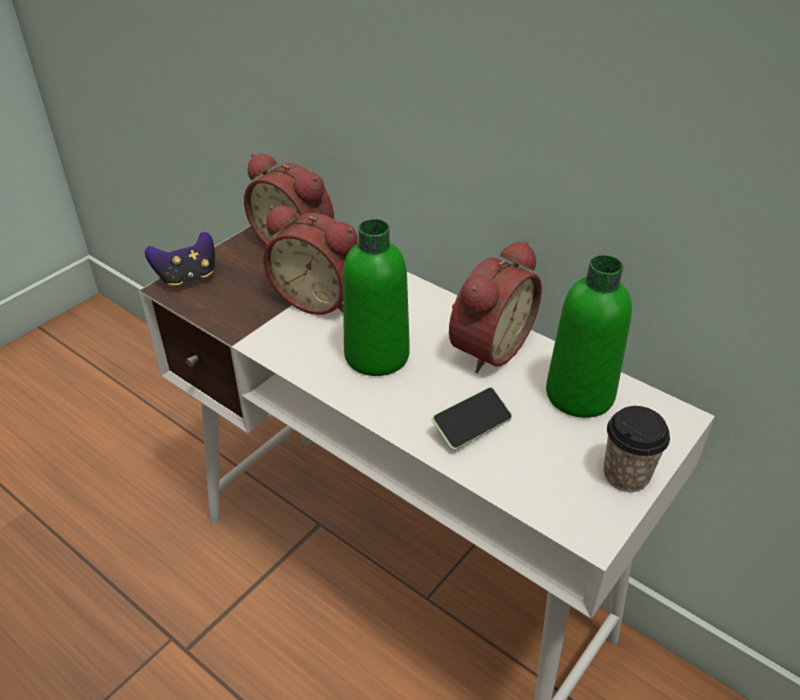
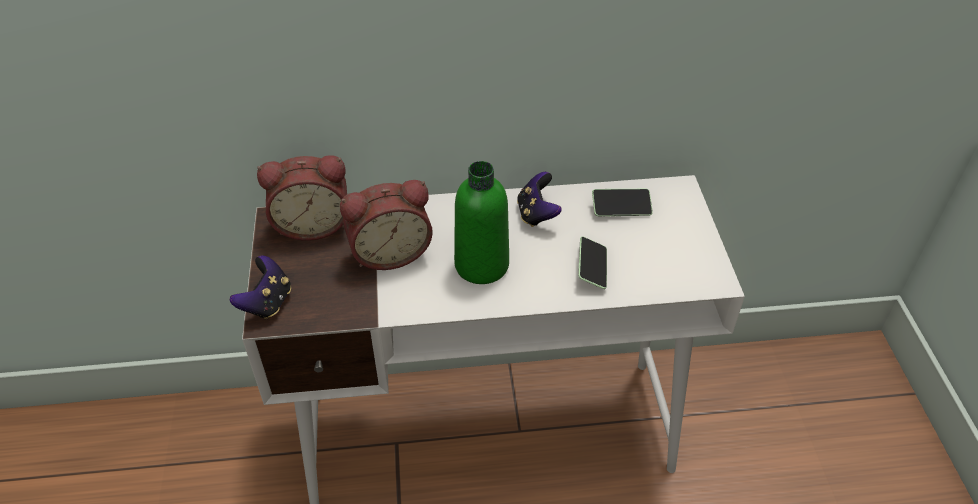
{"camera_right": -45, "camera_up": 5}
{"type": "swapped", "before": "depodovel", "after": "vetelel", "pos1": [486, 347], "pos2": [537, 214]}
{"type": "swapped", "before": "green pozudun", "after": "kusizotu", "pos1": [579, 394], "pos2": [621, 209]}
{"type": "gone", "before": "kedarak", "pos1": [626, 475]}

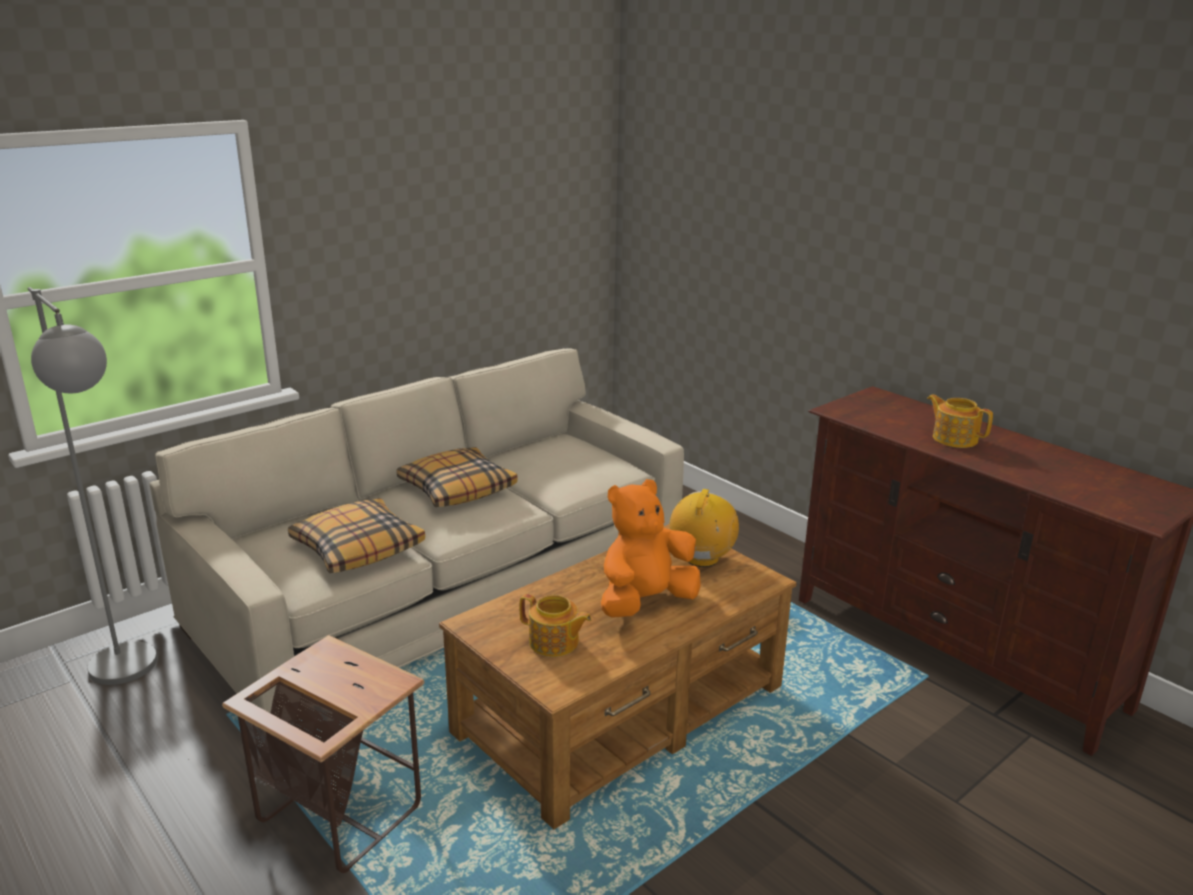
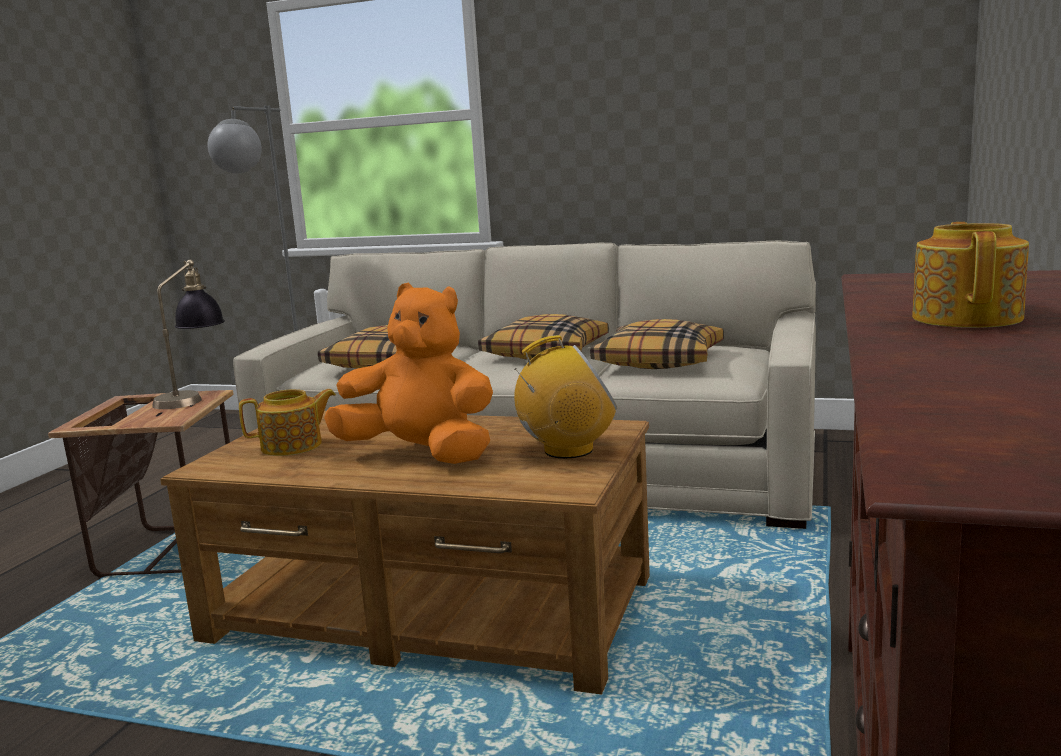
{"camera_right": 60, "camera_up": -10}
{"type": "rotated", "before": "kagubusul", "pos1": [554, 643], "pos2": [293, 446], "turn": -105}
{"type": "new", "after": "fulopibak", "pos2": [194, 397]}
{"type": "new", "after": "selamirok", "pos2": [659, 361]}

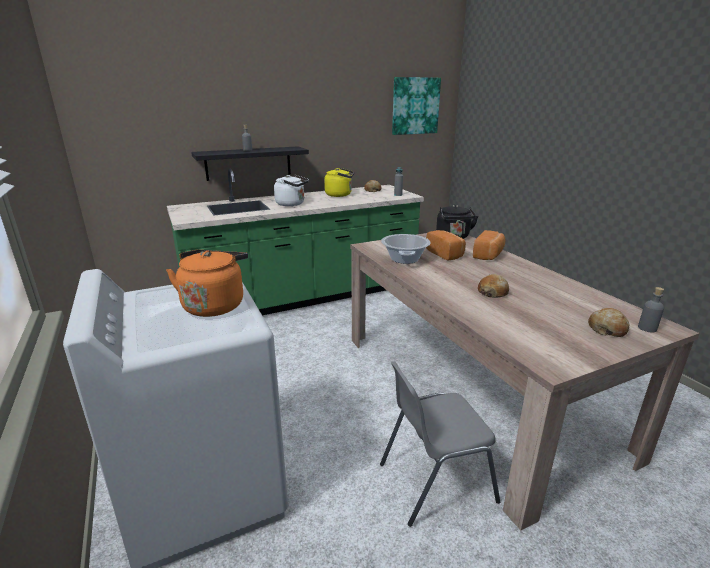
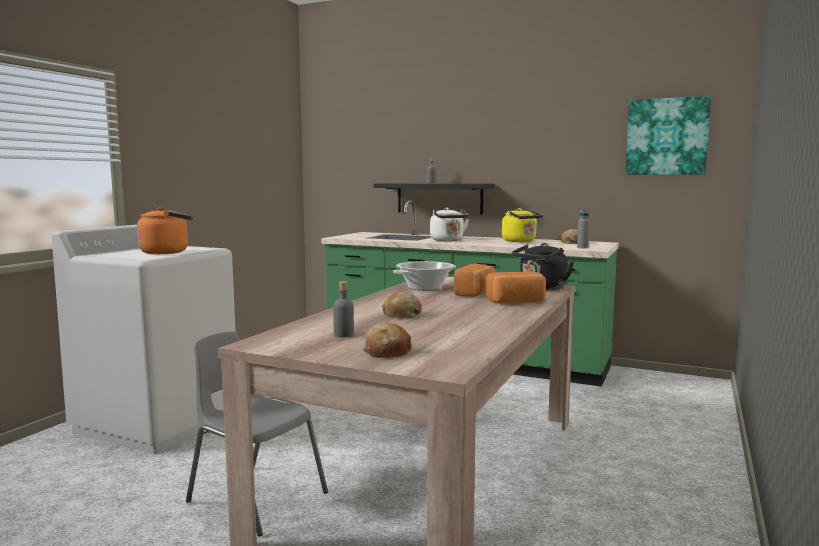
{"camera_right": 50, "camera_up": -15}
{"type": "shifted", "before": "grey pozudun", "pos1": [647, 328], "pos2": [343, 334]}

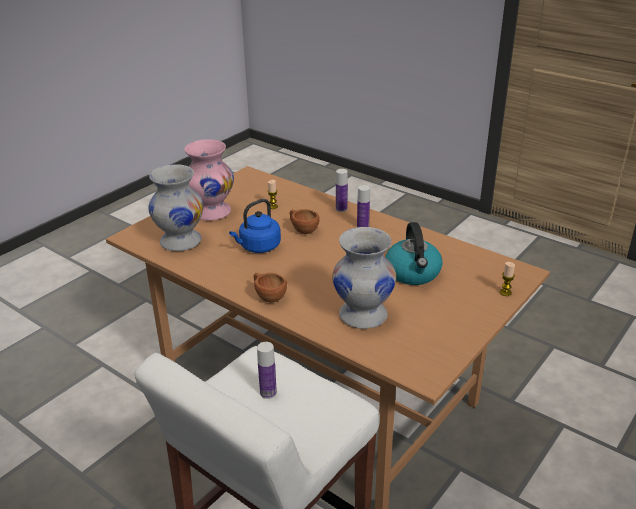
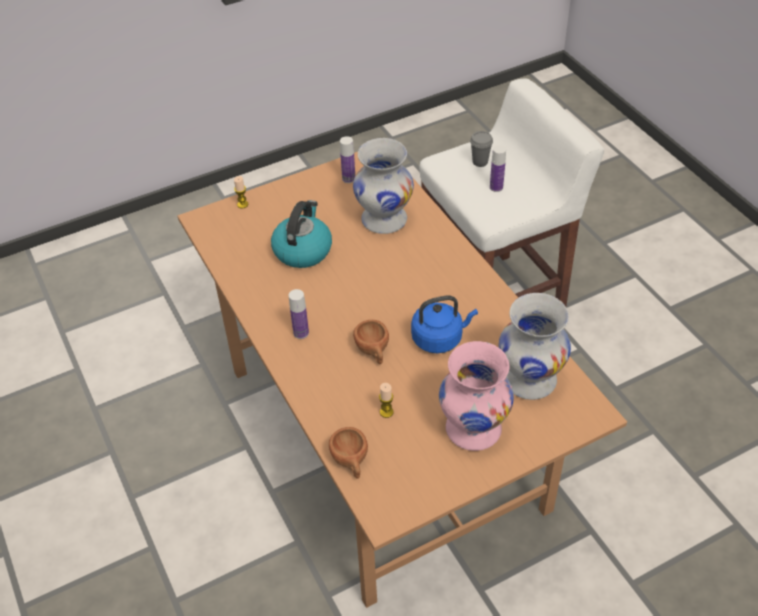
{"camera_right": -155, "camera_up": 15}
{"type": "shifted", "before": "pozudun", "pos1": [341, 209], "pos2": [348, 179]}
{"type": "shifted", "before": "brown kedarak", "pos1": [268, 296], "pos2": [351, 462]}
{"type": "new", "after": "grey kedarak", "pos2": [480, 162]}

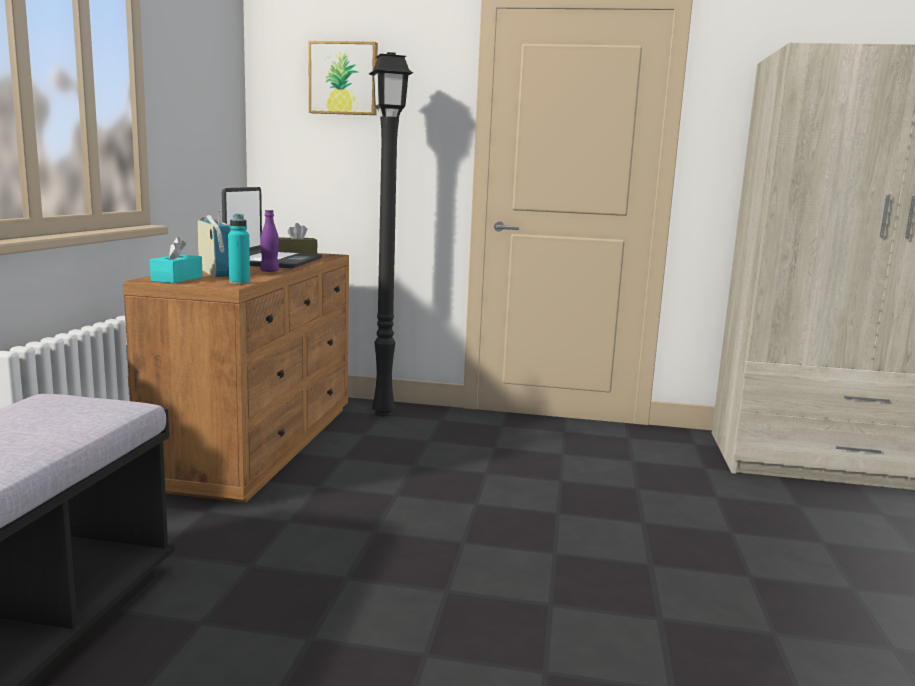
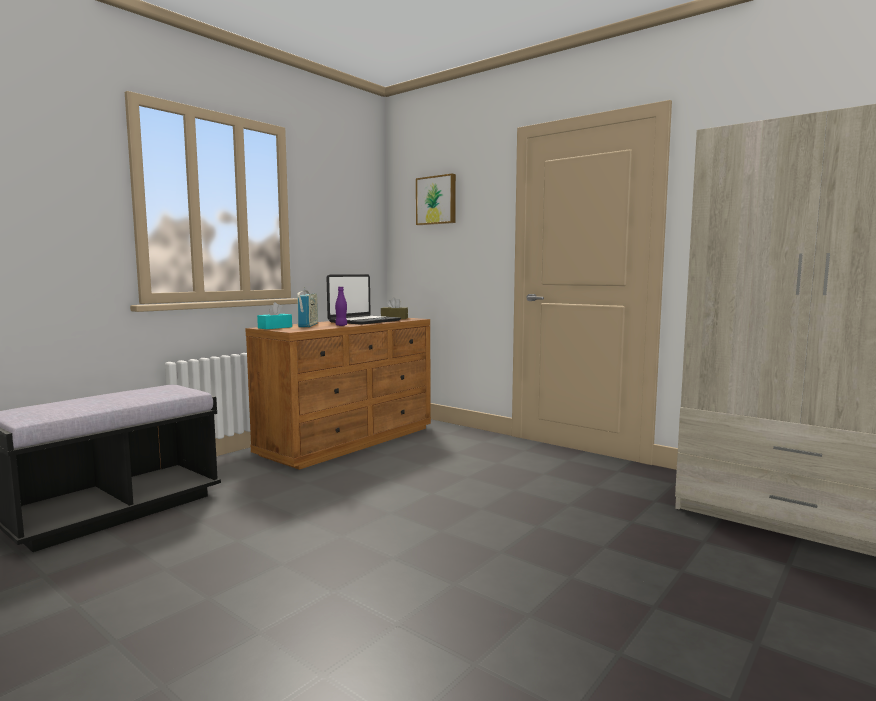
{"camera_right": 30, "camera_up": -5}
{"type": "gone", "before": "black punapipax", "pos1": [384, 413]}
{"type": "gone", "before": "turquoise pozudun", "pos1": [239, 283]}

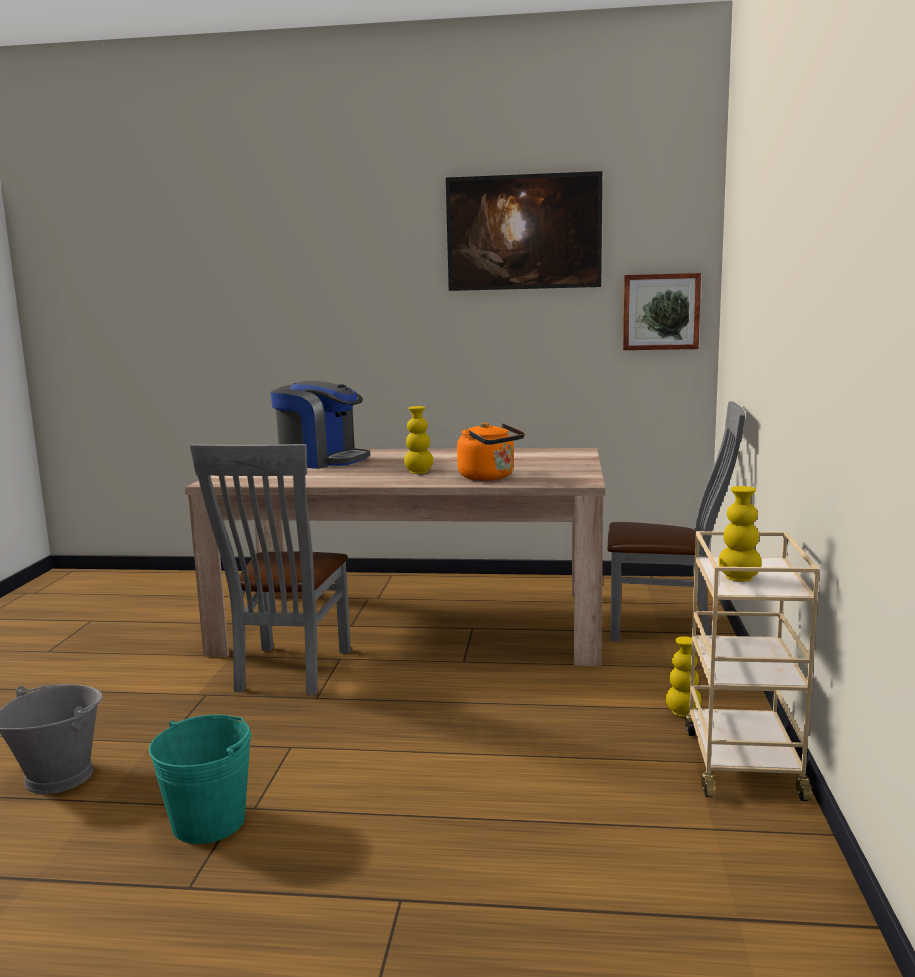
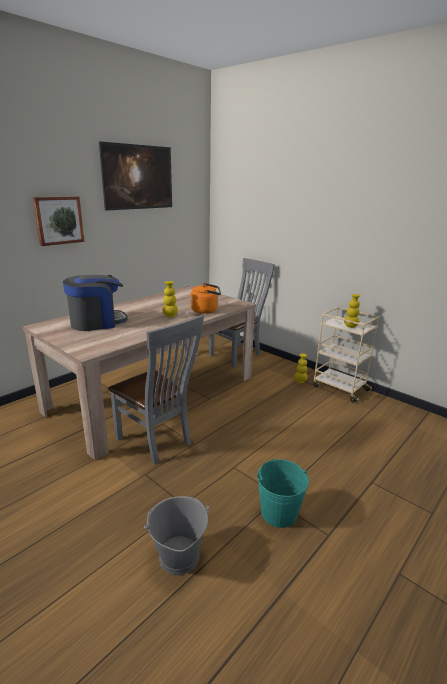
{"camera_right": -55, "camera_up": 10}
{"type": "shifted", "before": "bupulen", "pos1": [660, 311], "pos2": [58, 220]}

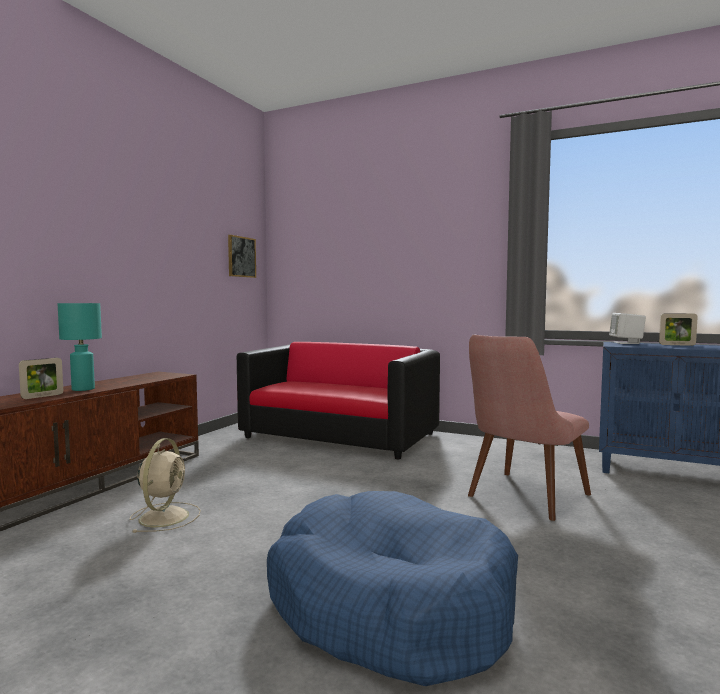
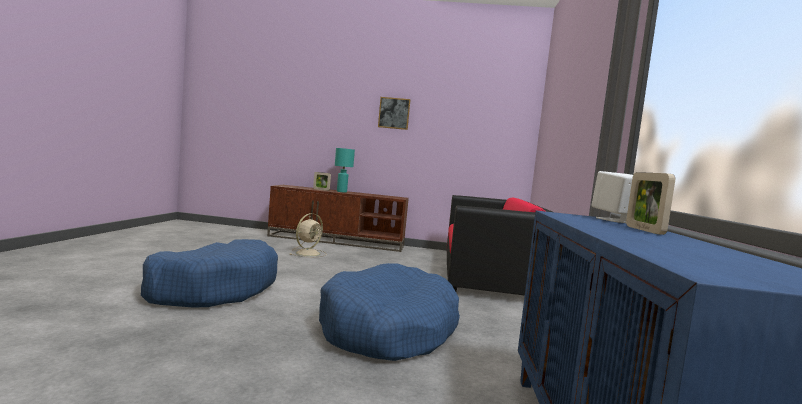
{"camera_right": 70, "camera_up": 0}
{"type": "shifted", "before": "bupulen", "pos1": [241, 257], "pos2": [394, 113]}
{"type": "swapped", "before": "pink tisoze", "after": "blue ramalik", "pos1": [521, 499], "pos2": [388, 329]}
{"type": "rotated", "before": "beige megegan", "pos1": [165, 516], "pos2": [308, 253], "turn": -45}

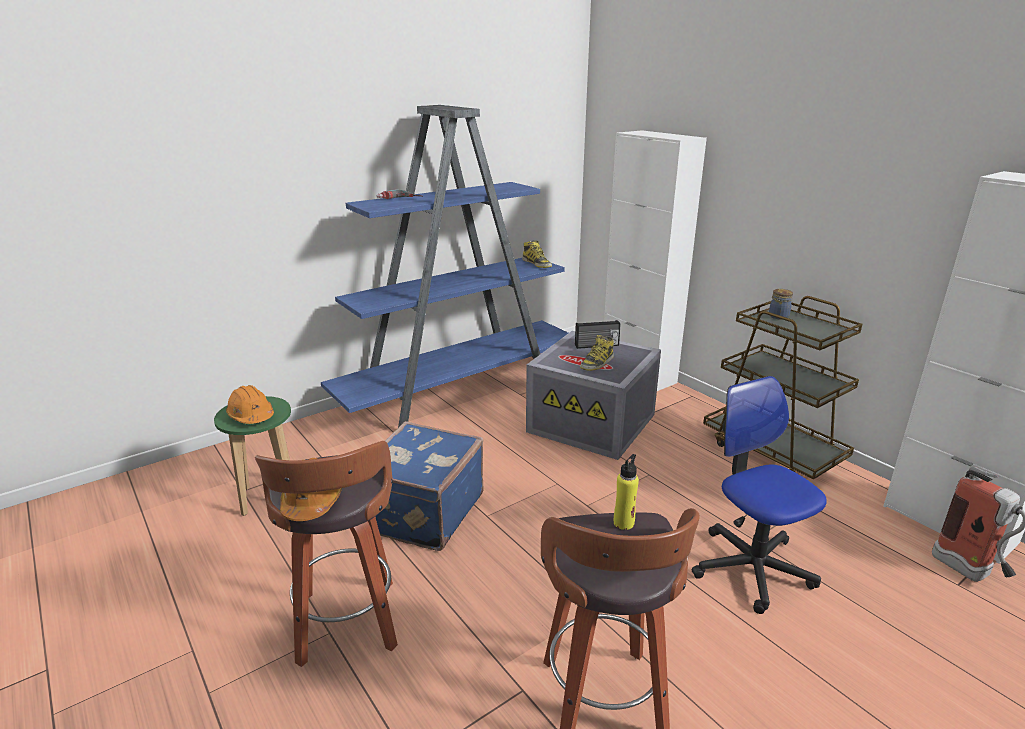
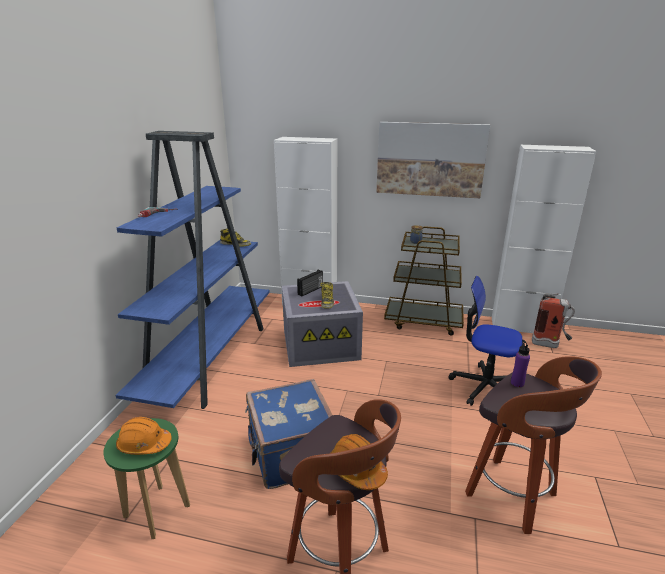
{"camera_right": -40, "camera_up": 0}
{"type": "repainted", "before": "yellow pozudun", "after": "purple pozudun", "pos1": [624, 523], "pos2": [517, 383]}
{"type": "new", "after": "bupulen", "pos2": [430, 159]}

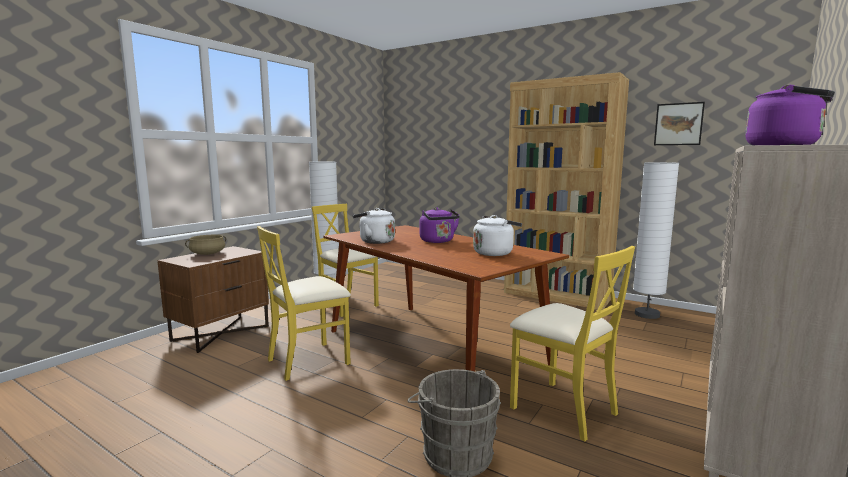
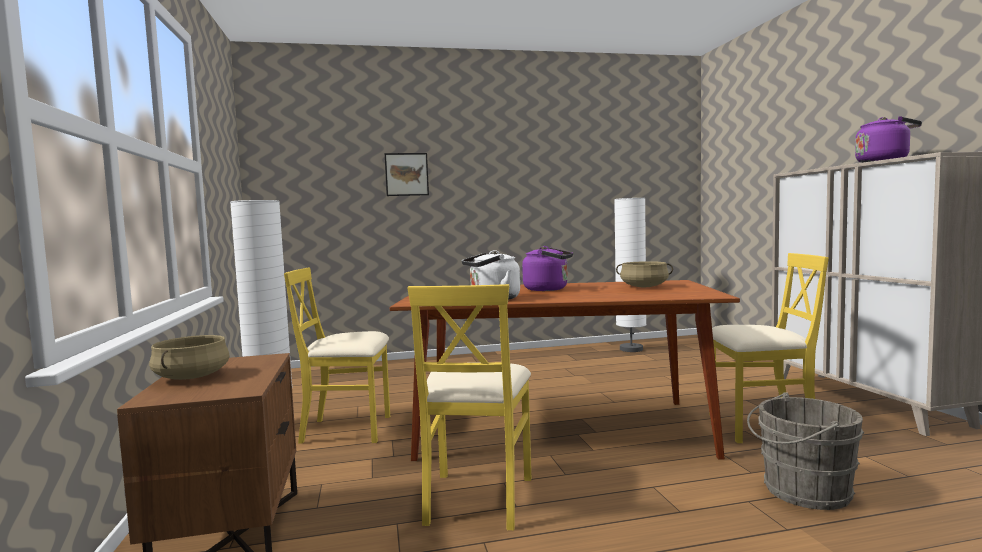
{"camera_right": -45, "camera_up": -5}
{"type": "gone", "before": "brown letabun", "pos1": [557, 295]}
{"type": "shifted", "before": "bupulen", "pos1": [678, 124], "pos2": [406, 174]}
{"type": "swapped", "before": "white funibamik", "after": "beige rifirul", "pos1": [494, 253], "pos2": [644, 287]}

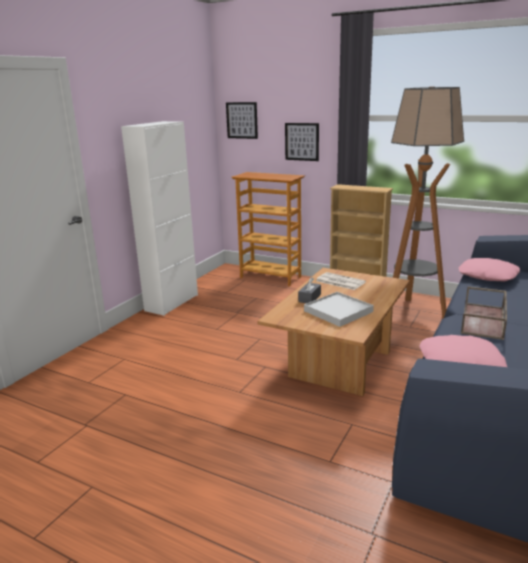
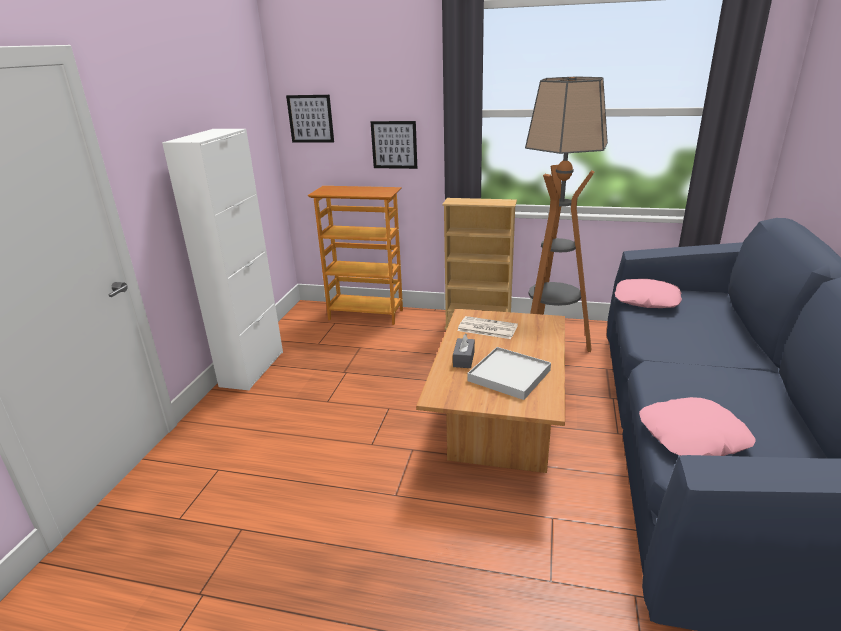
{"camera_right": -15, "camera_up": 5}
{"type": "gone", "before": "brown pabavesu", "pos1": [484, 321]}

